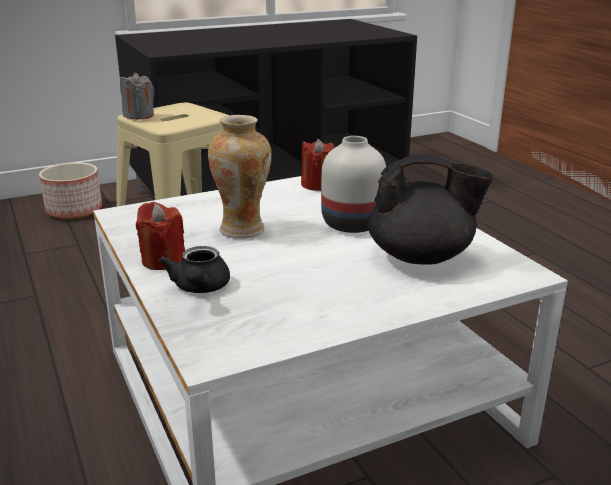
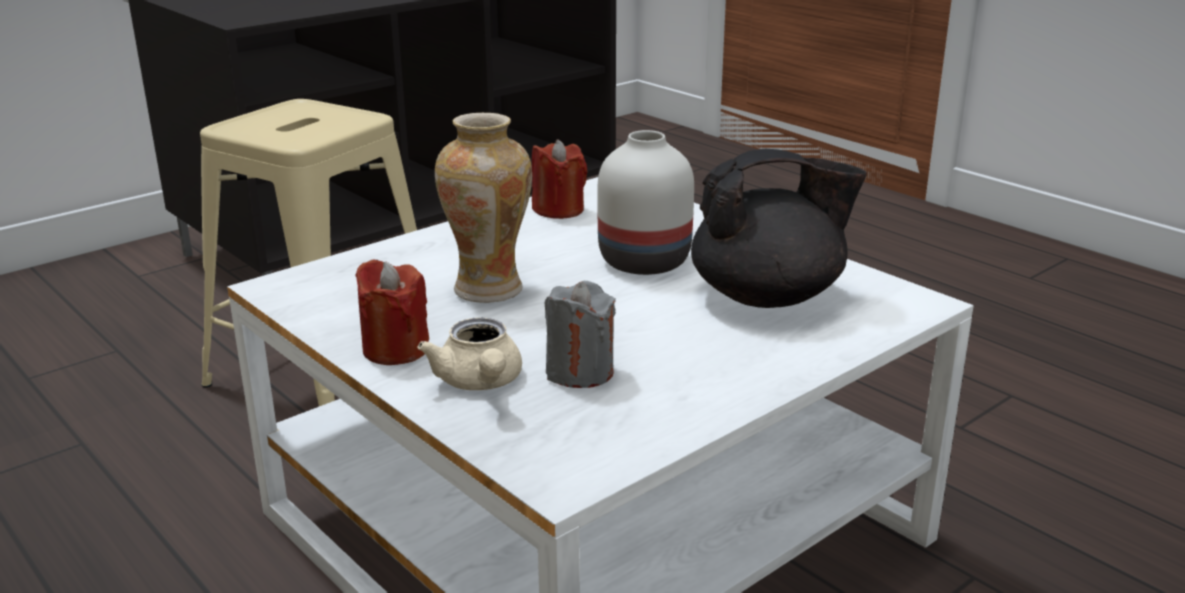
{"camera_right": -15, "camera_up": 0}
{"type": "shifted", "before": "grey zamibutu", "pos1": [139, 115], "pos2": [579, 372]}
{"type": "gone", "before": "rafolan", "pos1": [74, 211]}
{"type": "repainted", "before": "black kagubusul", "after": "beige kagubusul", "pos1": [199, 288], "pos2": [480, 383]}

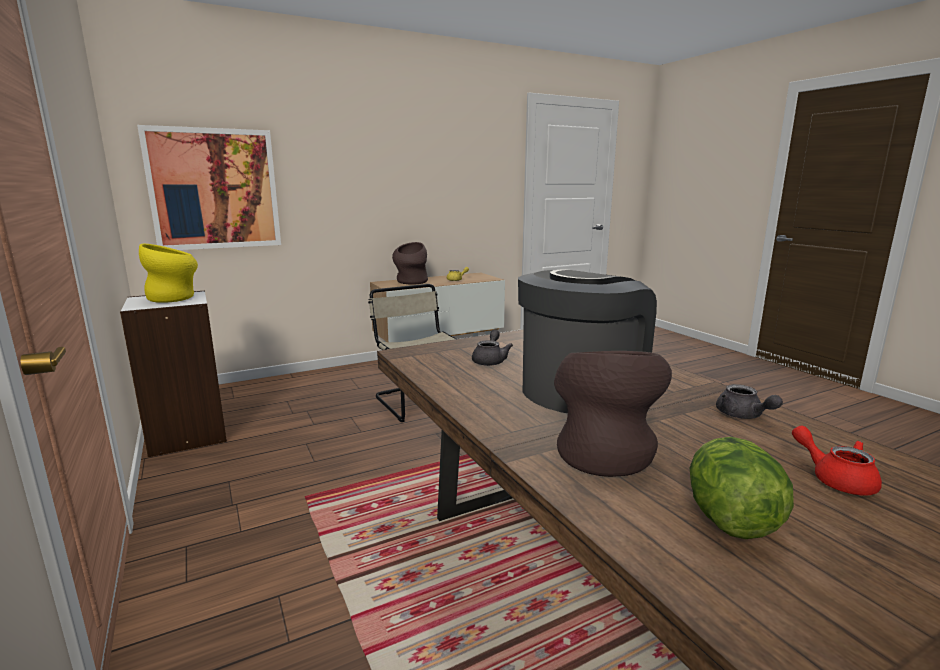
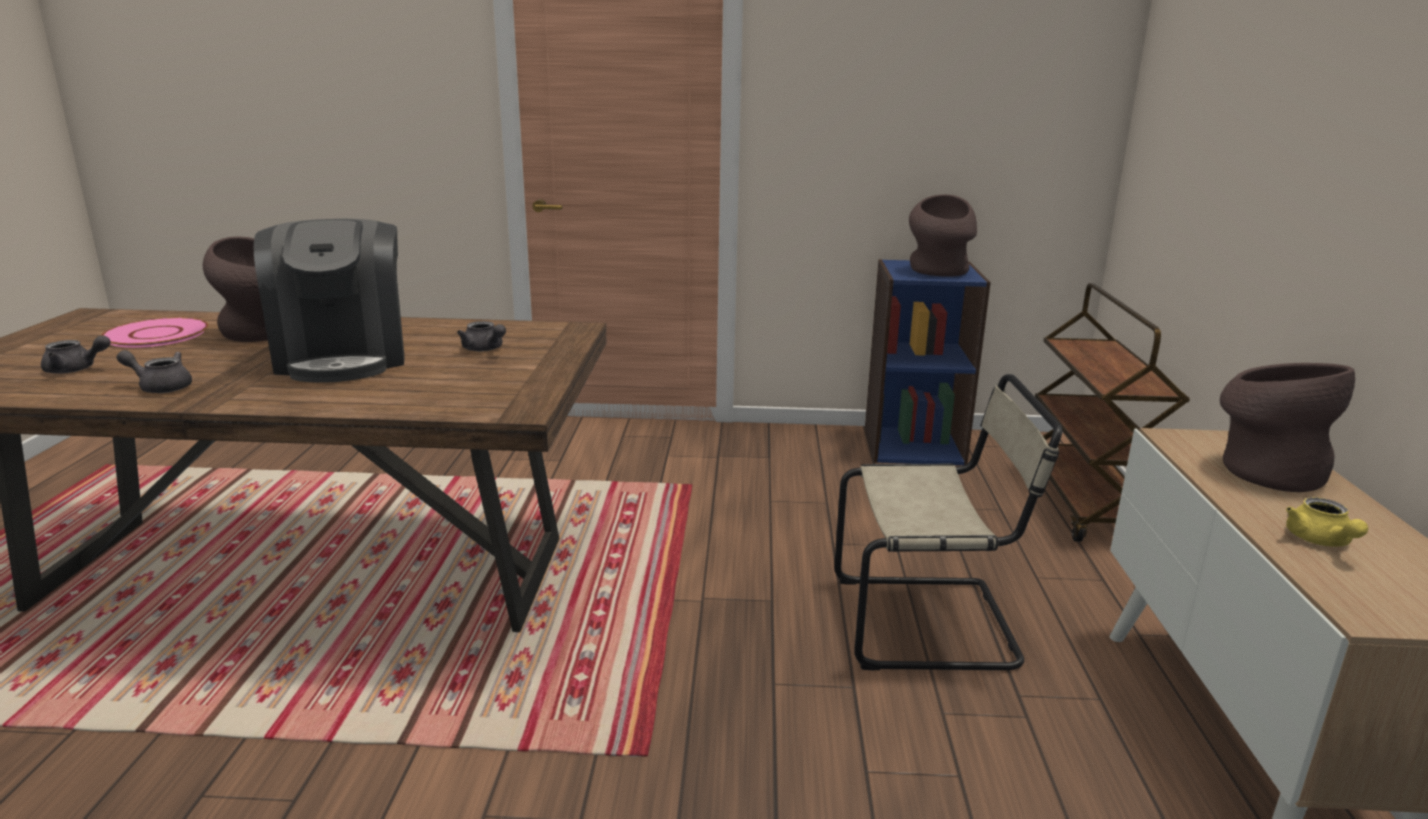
{"camera_right": 120, "camera_up": 5}
{"type": "gone", "before": "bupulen", "pos1": [214, 189]}
{"type": "repainted", "before": "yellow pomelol", "after": "brown pomelol", "pos1": [175, 298], "pos2": [938, 272]}
{"type": "repainted", "before": "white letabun", "after": "blue letabun", "pos1": [186, 434], "pos2": [913, 445]}
{"type": "repainted", "before": "red kagubusul", "after": "grey kagubusul", "pos1": [835, 479], "pos2": [76, 369]}
{"type": "swapped", "before": "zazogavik", "after": "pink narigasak", "pos1": [729, 519], "pos2": [156, 334]}
{"type": "new", "after": "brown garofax", "pos2": [1086, 502]}

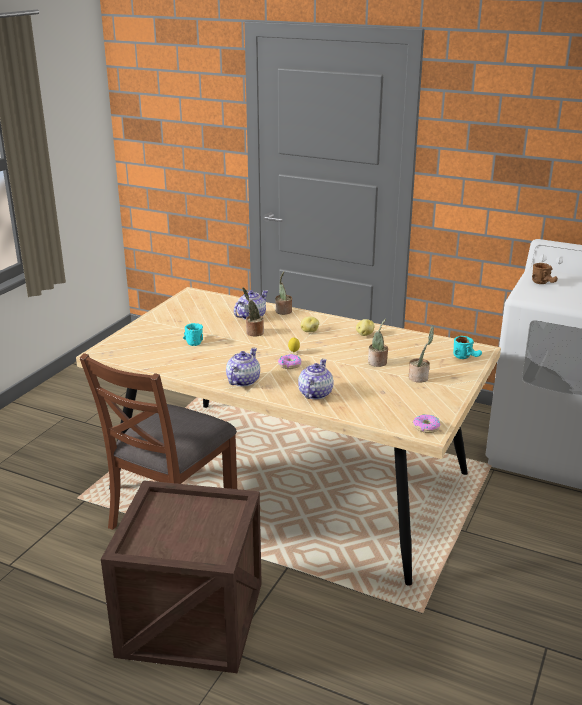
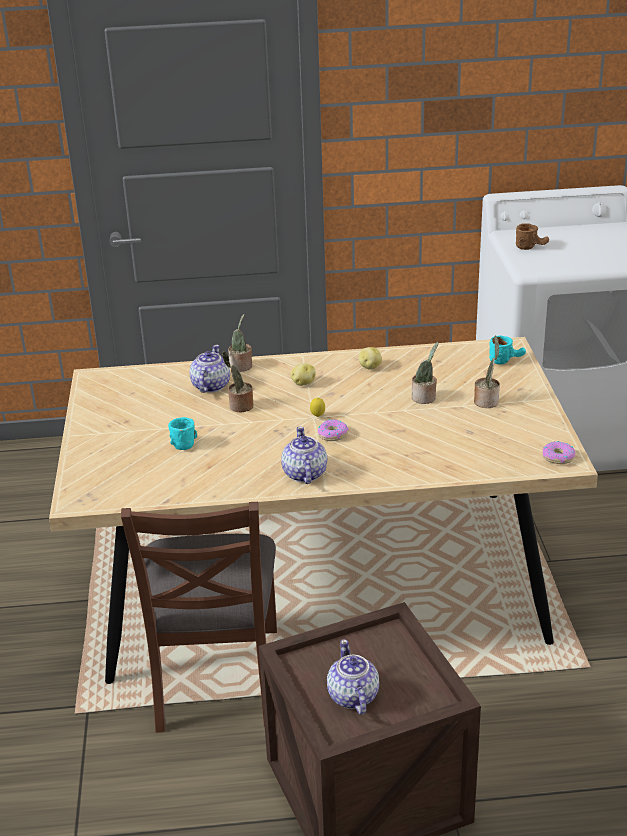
{"camera_right": -30, "camera_up": 5}
{"type": "shifted", "before": "kagubusul", "pos1": [315, 394], "pos2": [352, 697]}

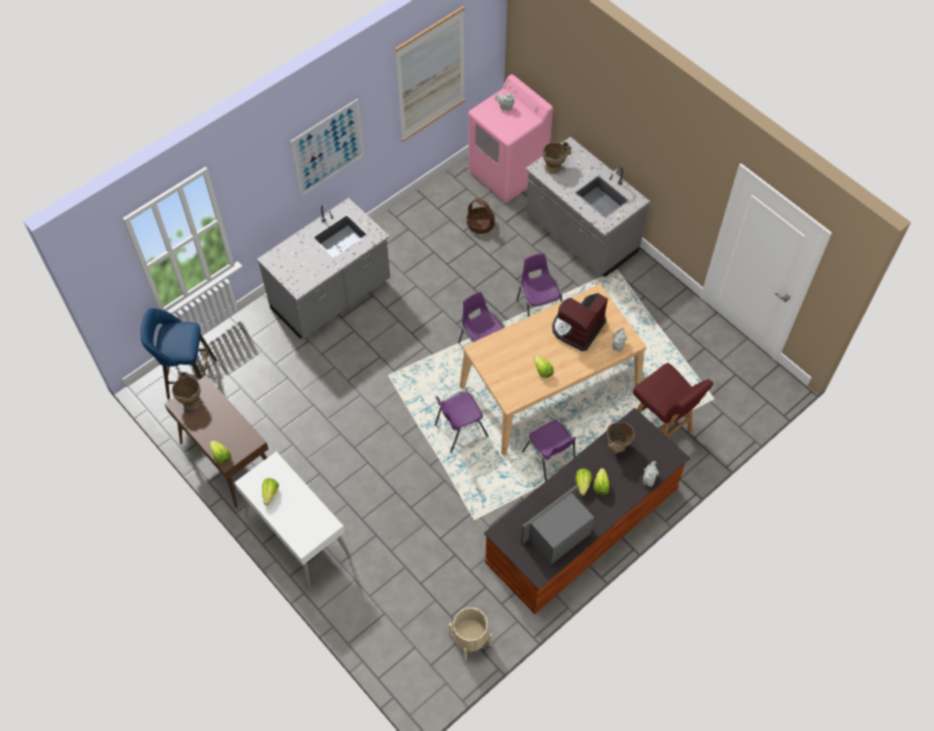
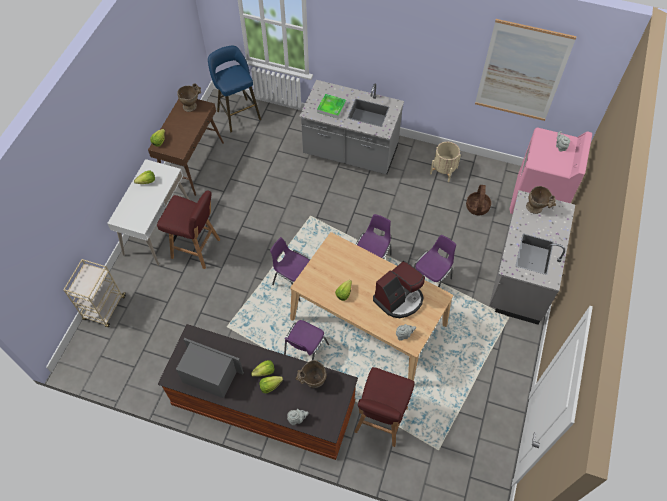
{"camera_right": 60, "camera_up": 0}
{"type": "gone", "before": "bupulen", "pos1": [328, 148]}
{"type": "rotated", "before": "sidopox", "pos1": [577, 328], "pos2": [399, 299], "turn": 135}
{"type": "shifted", "before": "beige rafolan", "pos1": [470, 639], "pos2": [443, 170]}
{"type": "new", "after": "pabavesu", "pos2": [331, 107]}
{"type": "new", "after": "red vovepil", "pos2": [197, 249]}
{"type": "new", "after": "beige garofax", "pos2": [104, 309]}

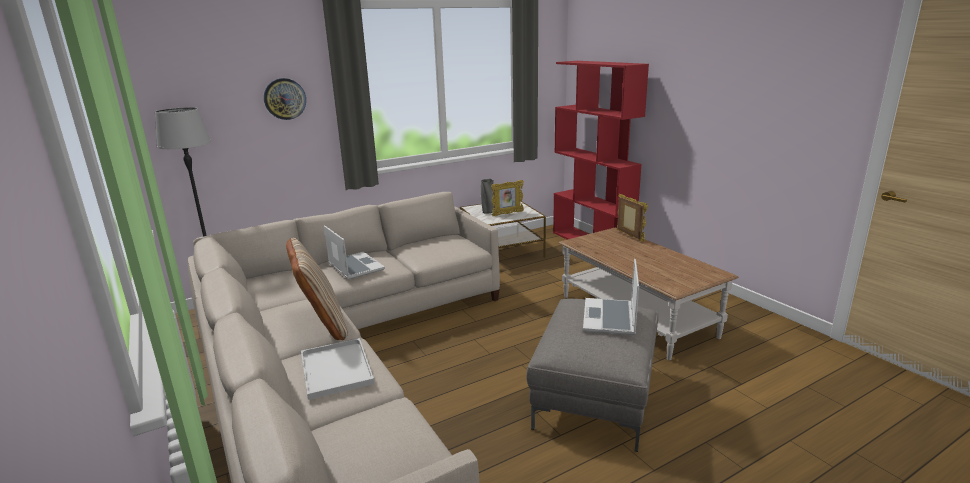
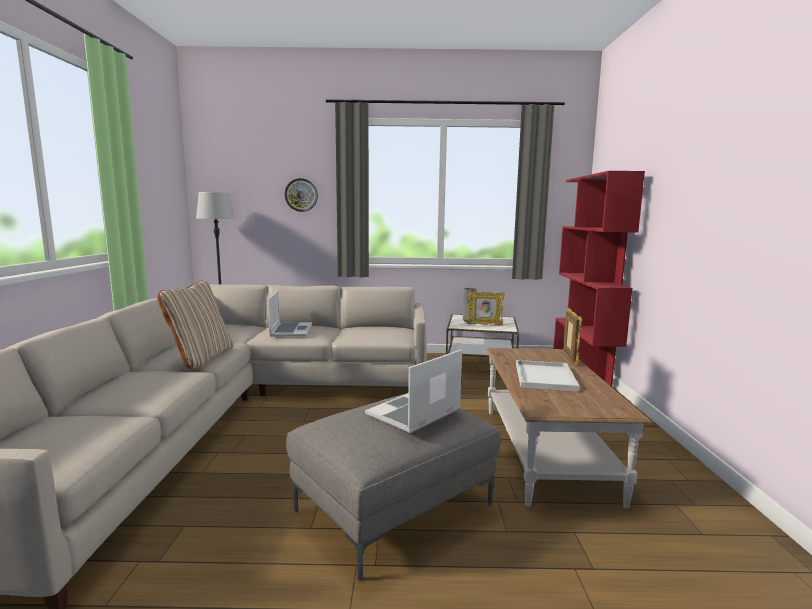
{"camera_right": 30, "camera_up": -10}
{"type": "shifted", "before": "white pabavesu", "pos1": [335, 368], "pos2": [543, 376]}

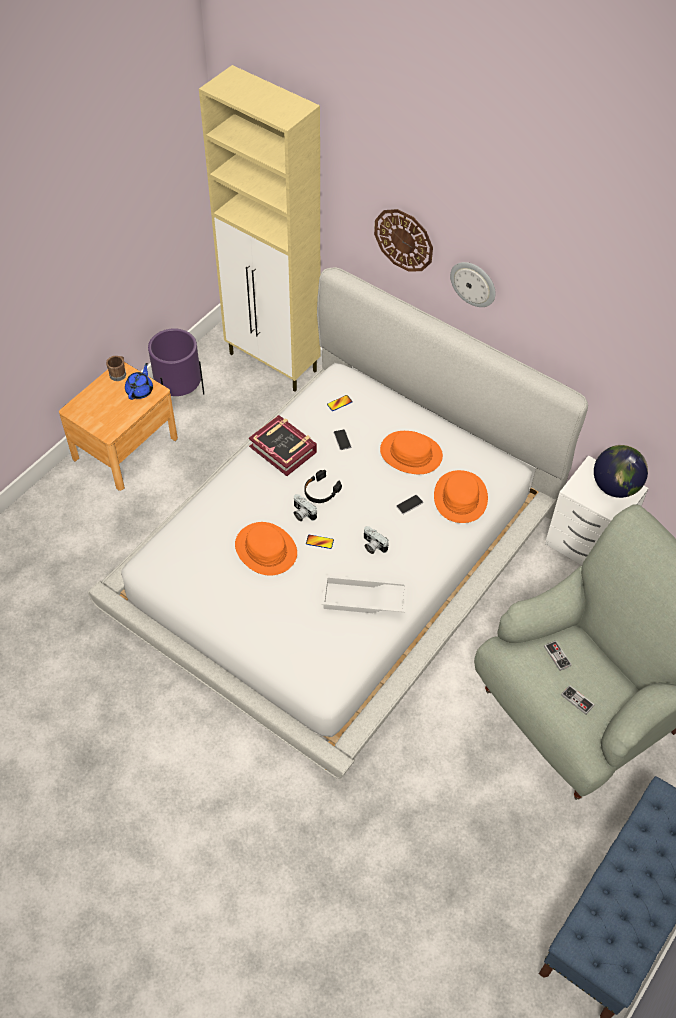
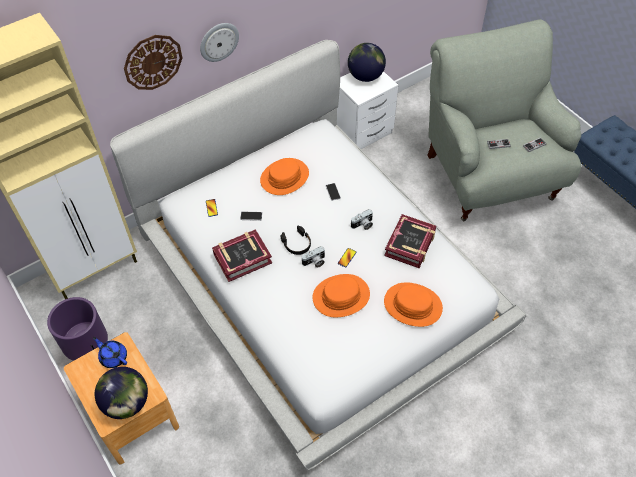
{"camera_right": -70, "camera_up": 0}
{"type": "gone", "before": "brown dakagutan", "pos1": [119, 373]}
{"type": "shifted", "before": "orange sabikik", "pos1": [460, 497], "pos2": [412, 305]}
{"type": "swapped", "before": "white pabavesu", "after": "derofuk", "pos1": [363, 600], "pos2": [410, 244]}
{"type": "new", "after": "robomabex", "pos2": [127, 403]}

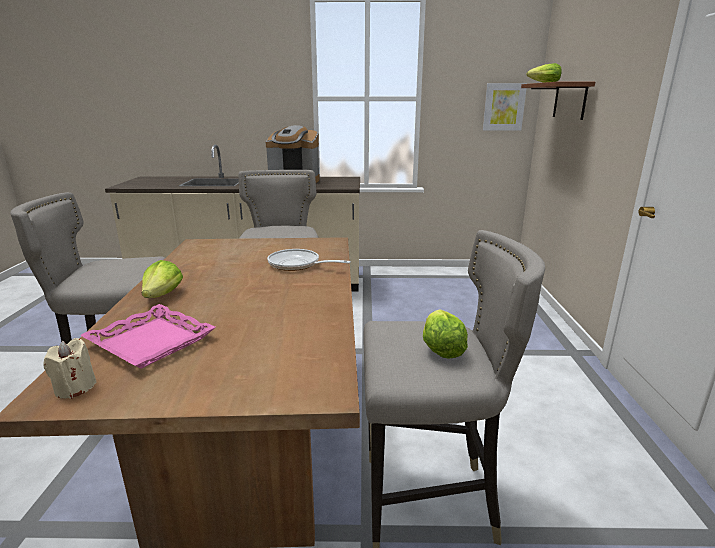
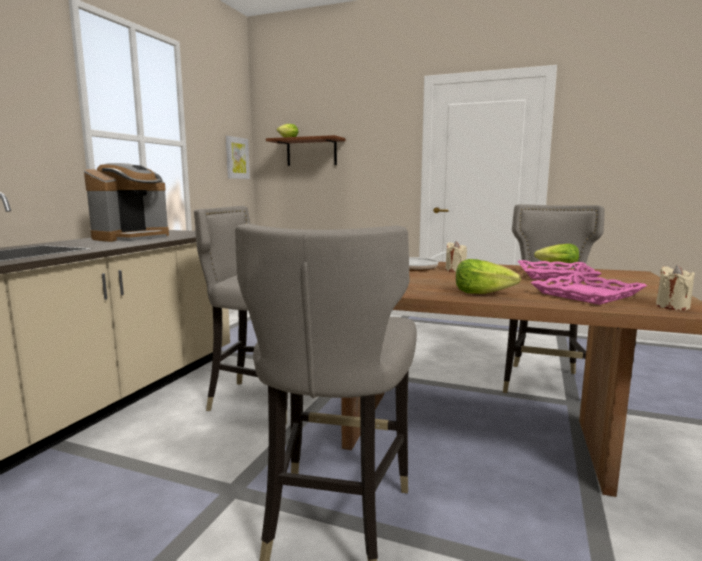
{"camera_right": -70, "camera_up": -10}
{"type": "new", "after": "beige zamibutu", "pos2": [455, 270]}
{"type": "new", "after": "pink pabavesu", "pos2": [555, 276]}

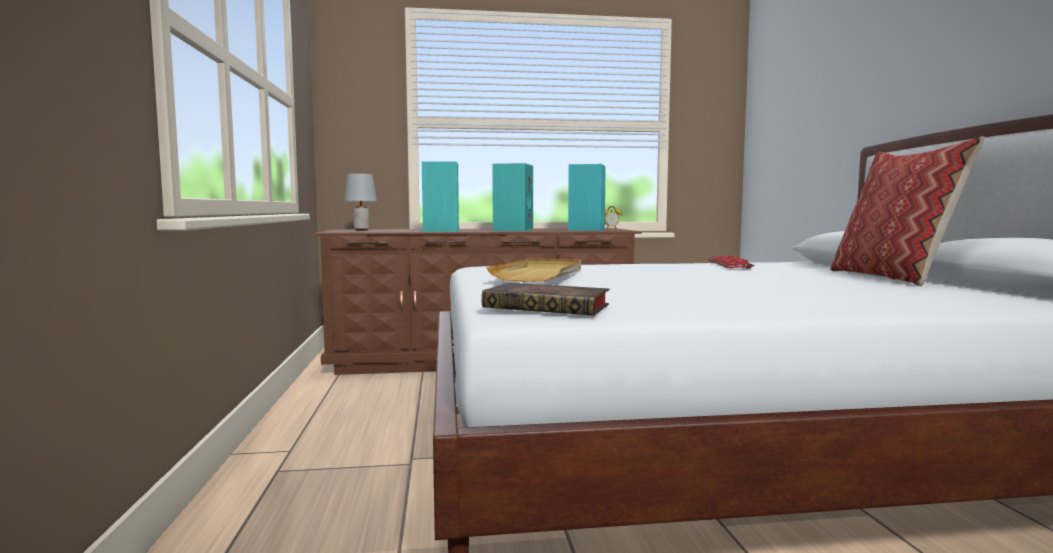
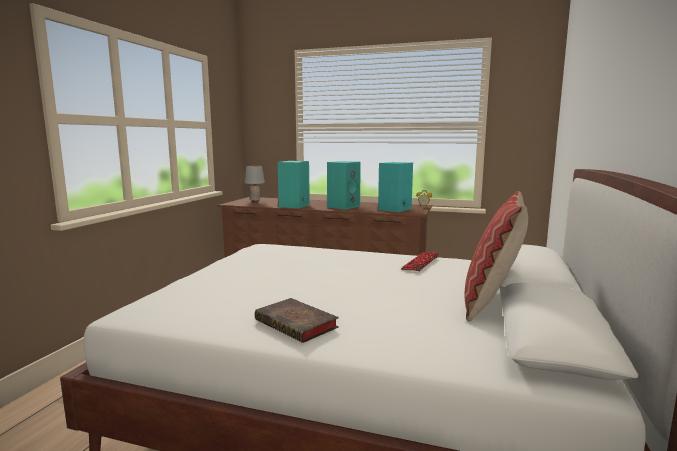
{"camera_right": 25, "camera_up": 5}
{"type": "gone", "before": "beige pabavesu", "pos1": [540, 274]}
{"type": "shifted", "before": "derofuk", "pos1": [550, 307], "pos2": [298, 324]}

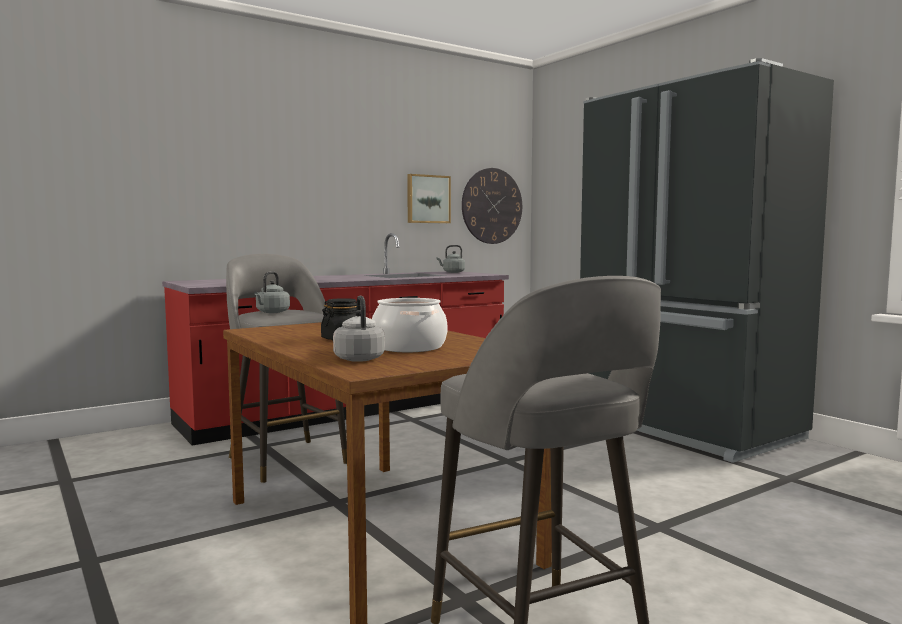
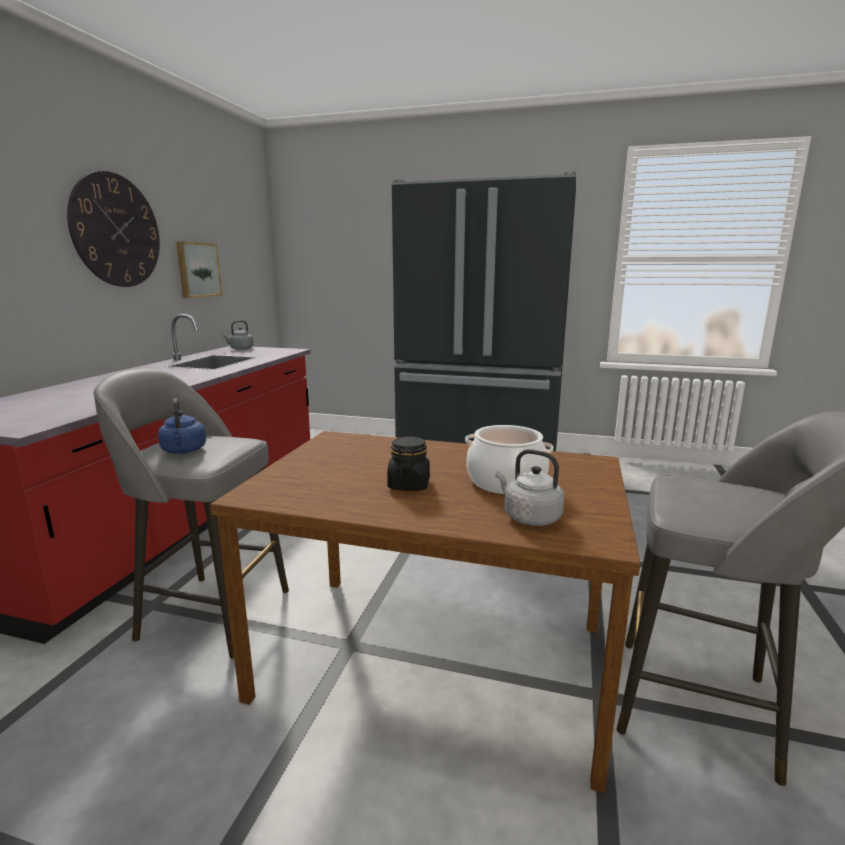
{"camera_right": -40, "camera_up": 10}
{"type": "shifted", "before": "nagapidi", "pos1": [492, 206], "pos2": [116, 231]}
{"type": "repainted", "before": "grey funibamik", "after": "blue funibamik", "pos1": [272, 312], "pos2": [184, 451]}

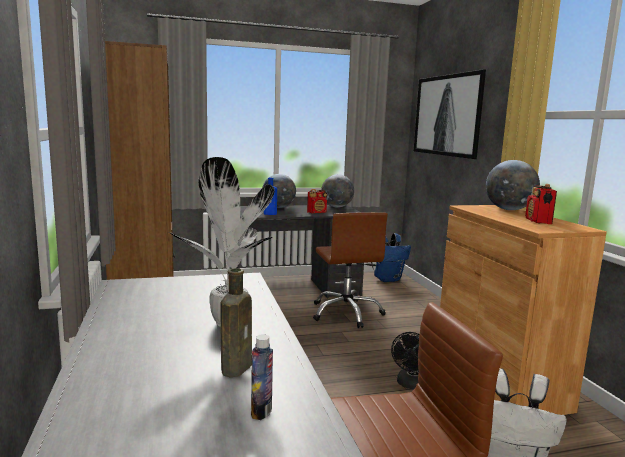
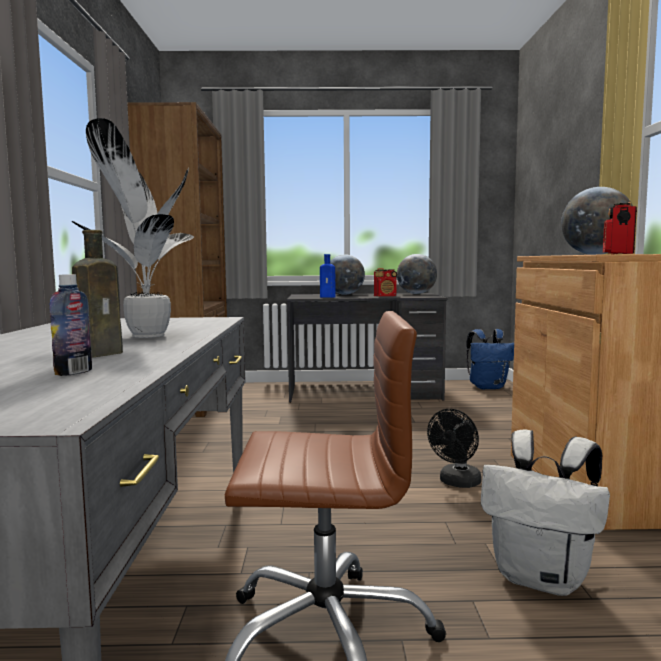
{"camera_right": 15, "camera_up": -5}
{"type": "gone", "before": "bupulen", "pos1": [447, 115]}
{"type": "gone", "before": "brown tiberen", "pos1": [346, 313]}

